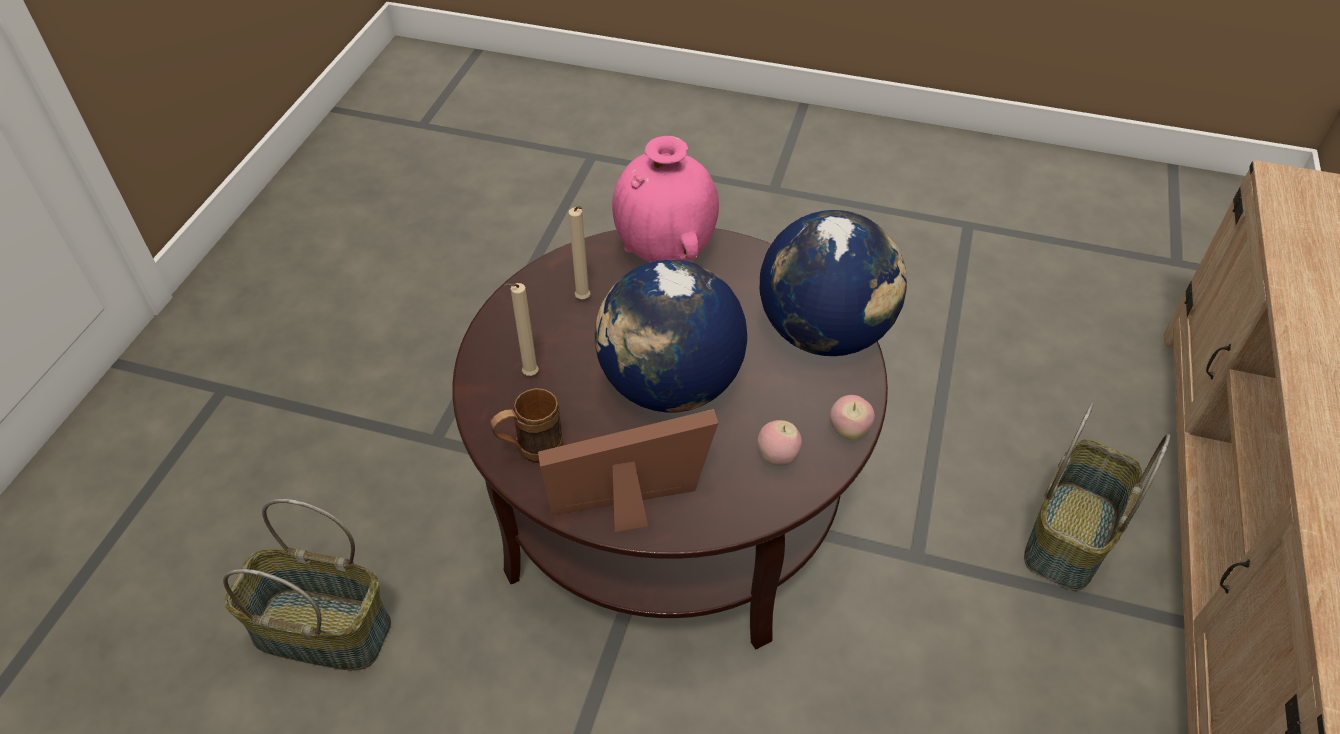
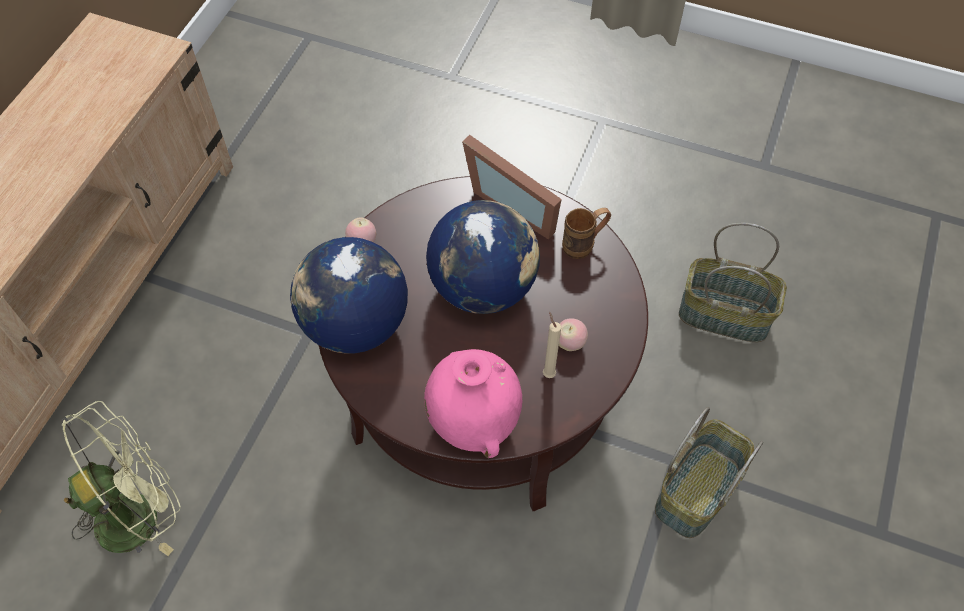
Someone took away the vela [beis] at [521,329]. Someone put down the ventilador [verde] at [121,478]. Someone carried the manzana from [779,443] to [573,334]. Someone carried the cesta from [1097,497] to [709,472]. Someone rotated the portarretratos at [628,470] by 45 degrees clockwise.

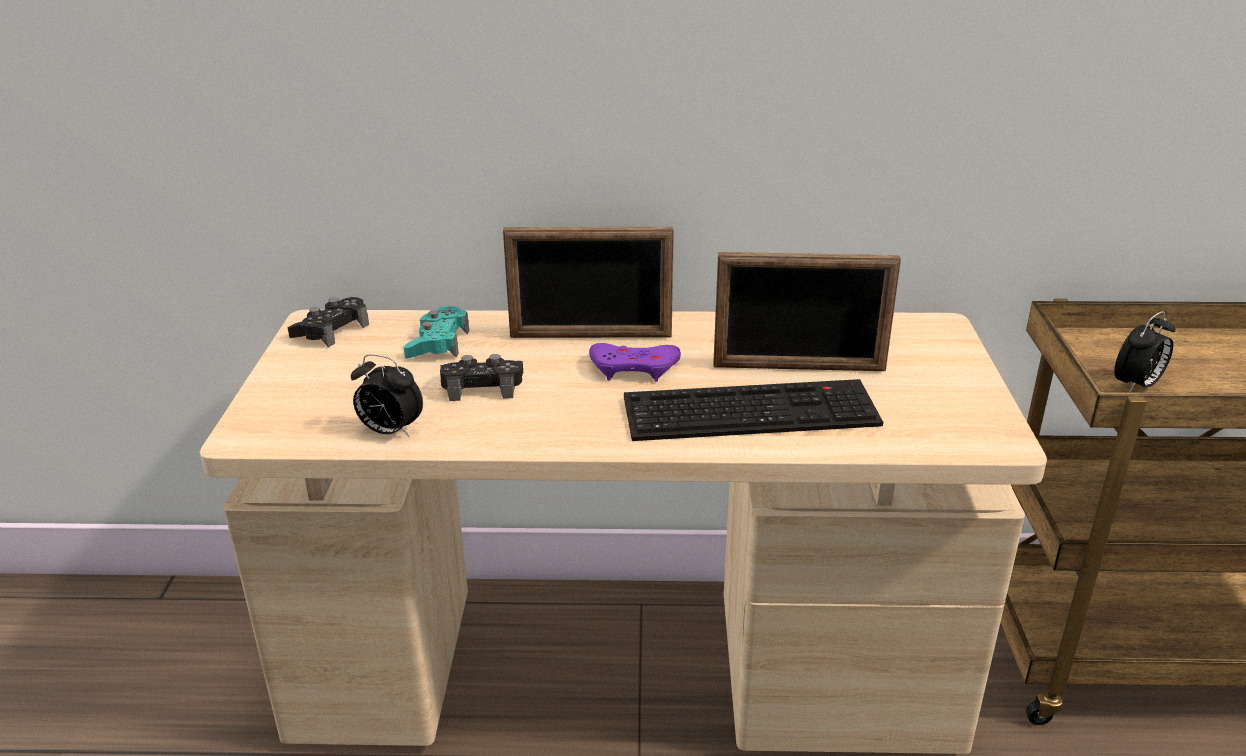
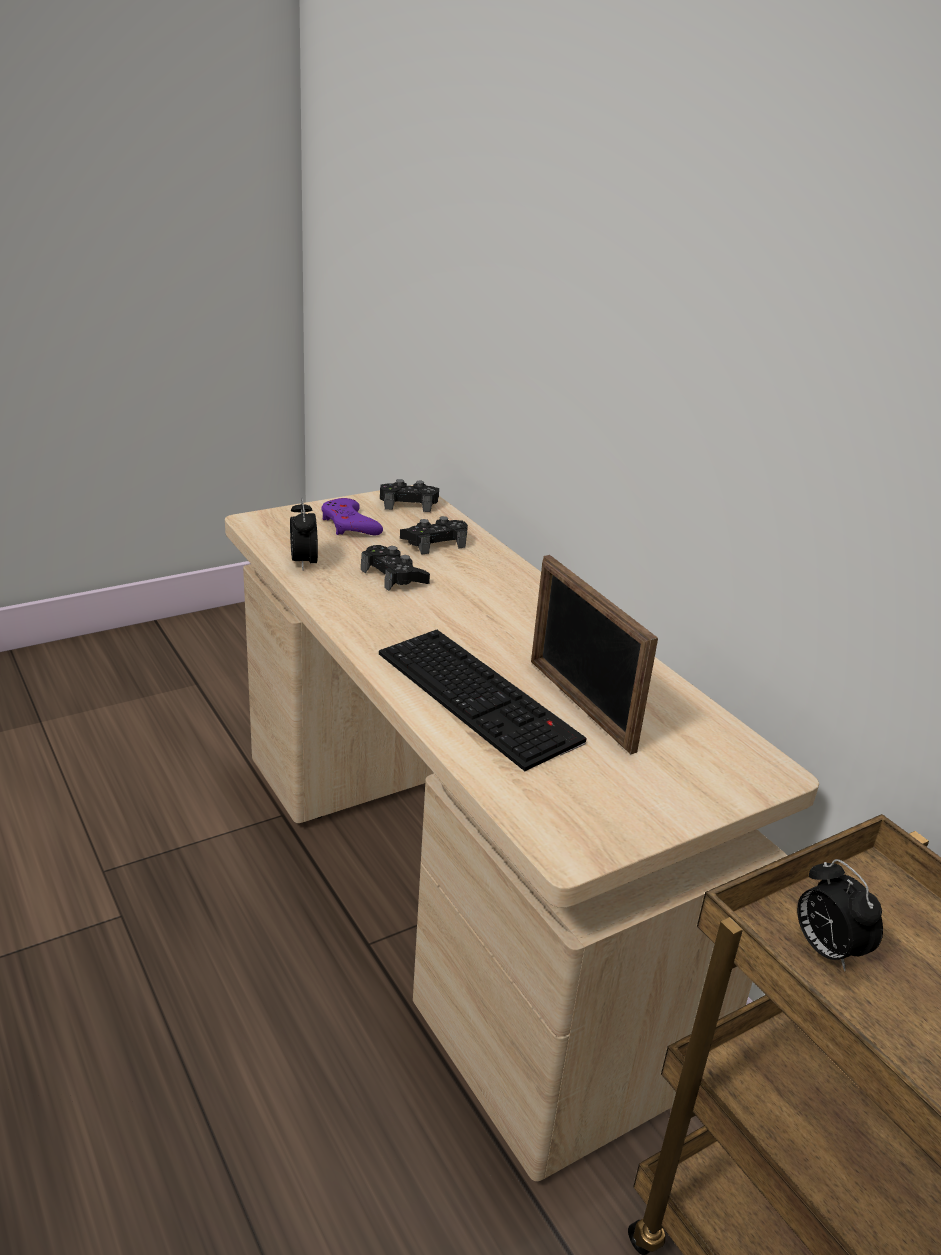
Someone took away the portarretratos at [588,282]. Someone carried the mando de consola [morado] from [635,362] to [352,517]. Someone repainted the mando de consola [turquesa] at [436,332], which became the mando de consola [negro] at [434,535]. Someone rotated the despertador at [1144,351] by 45 degrees clockwise.

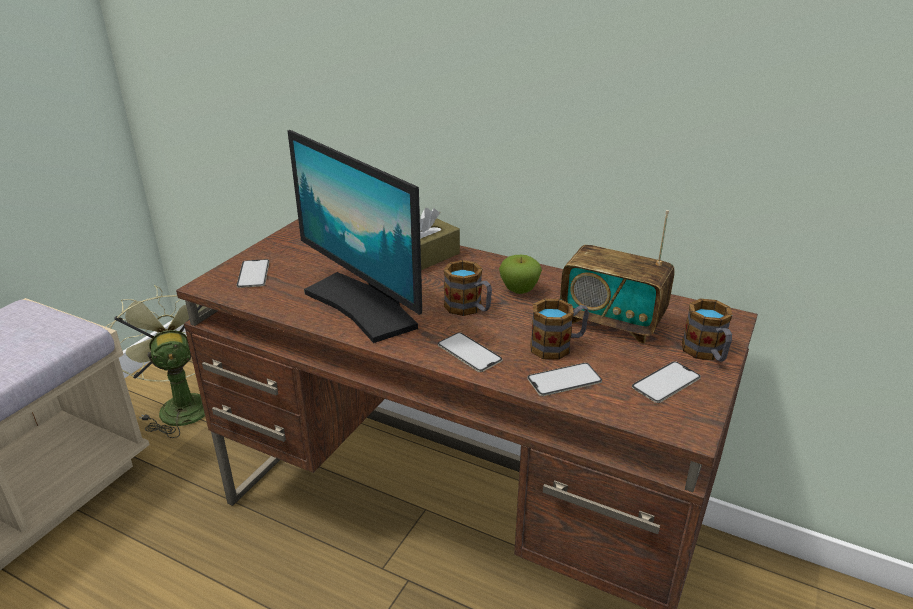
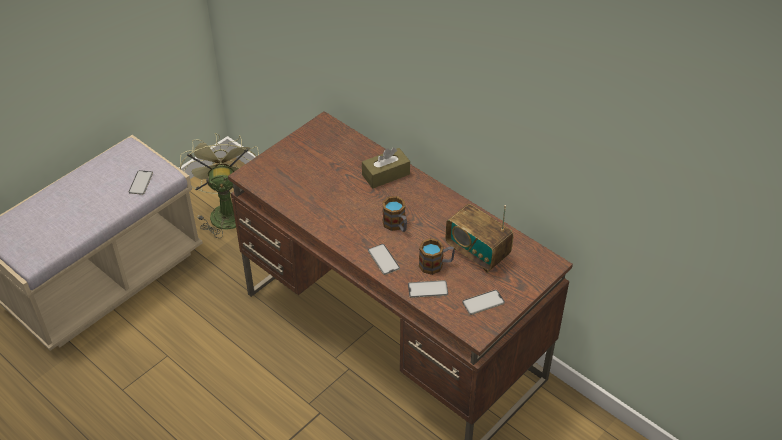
Someone took away the monitor at [354,236]. Someone took away the manzana at [520,274]. Someone took away the taza grande at [707,330]. Someone carried the móvil from [253,273] to [140,182].

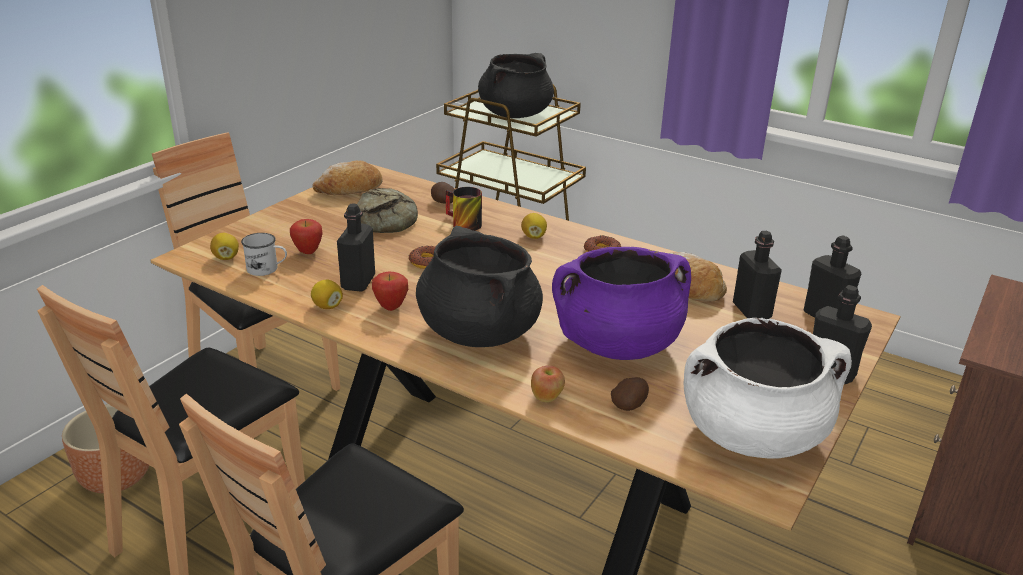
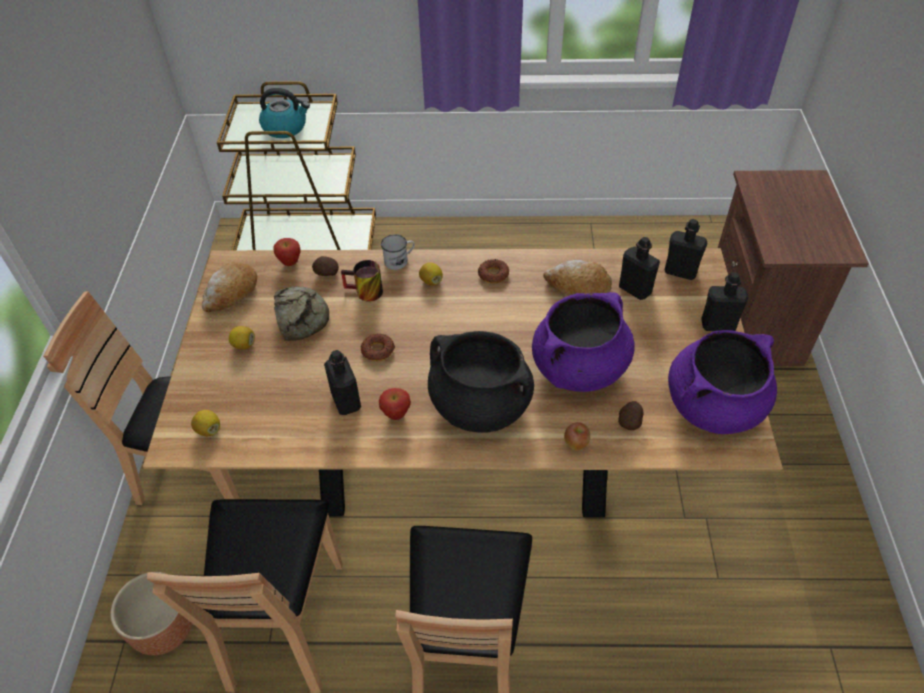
Someone carried the taza grande [blanco] from [264,254] to [398,252]. Someone carried the manzana from [306,236] to [286,252]. Someone carried the limón from [327,294] to [242,338]. Someone swapped the olla [negro] at [516,85] for the hervidor at [284,113]. Someone repainted the olla [blanco] at [768,388], which became the olla [morado] at [722,382].

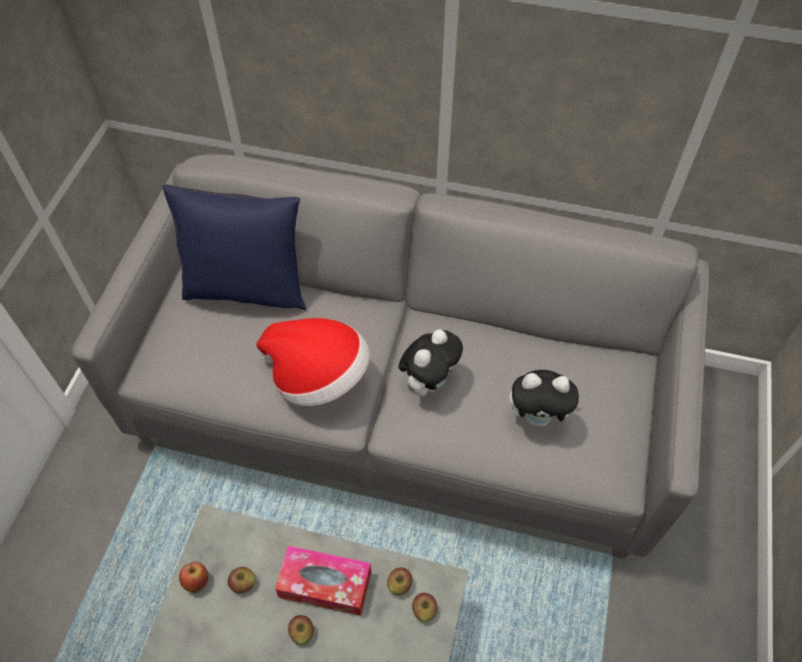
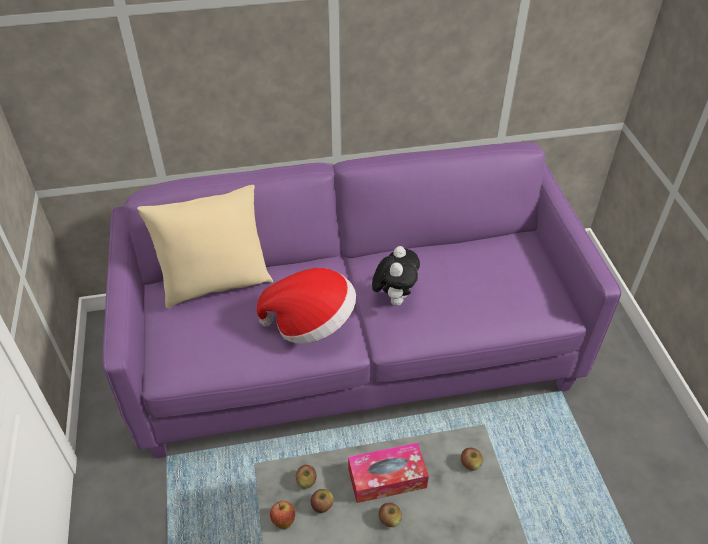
Someone took away the peluche at [546,398]. Someone carried the manzana from [399,581] to [306,477]. Someone repainted the sofá [gris] at [390,356], which became the sofá [morado] at [362,300]. Someone repainted the cojín [azul] at [234,247], which became the cojín [beis] at [205,247].

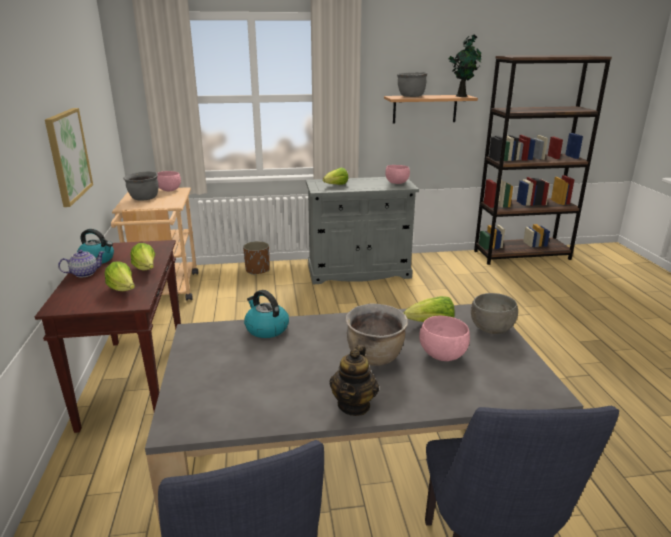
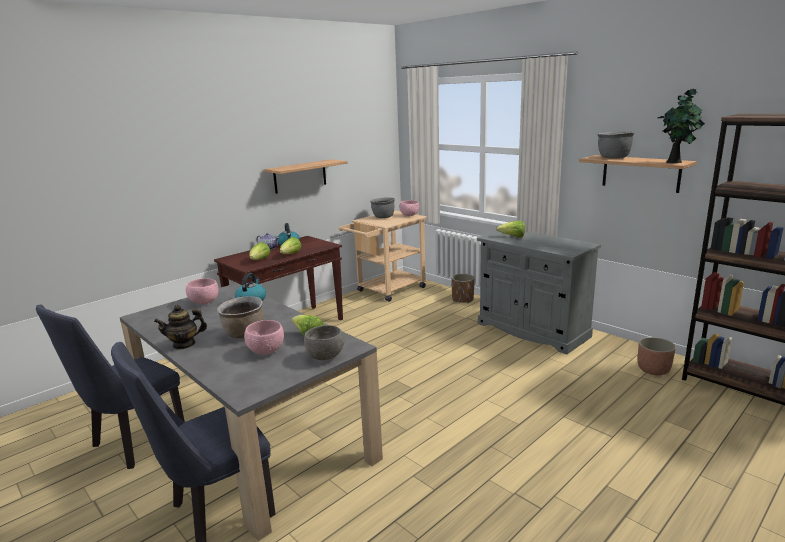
Someone put down the maceta at [657,356]. Someone carried the cuenco [rosa] from [397,174] to [202,291]. Someone swapped the cuadro at [69,157] for the estante at [306,176].

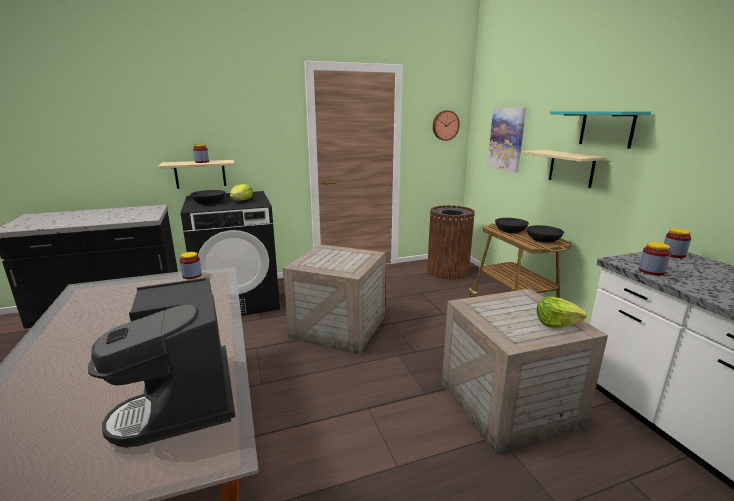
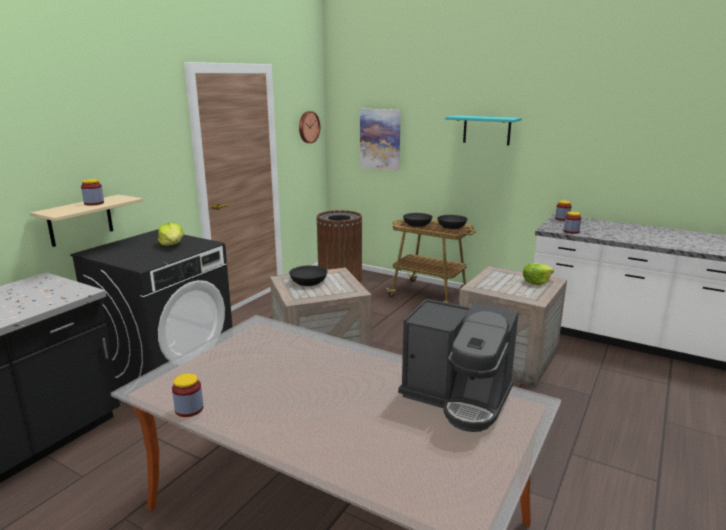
Someone took away the estante [beis] at [564,169]. Someone carried the tarro from [191,265] to [187,395]. Someone carried the cuenco [negro] from [207,197] to [308,275].

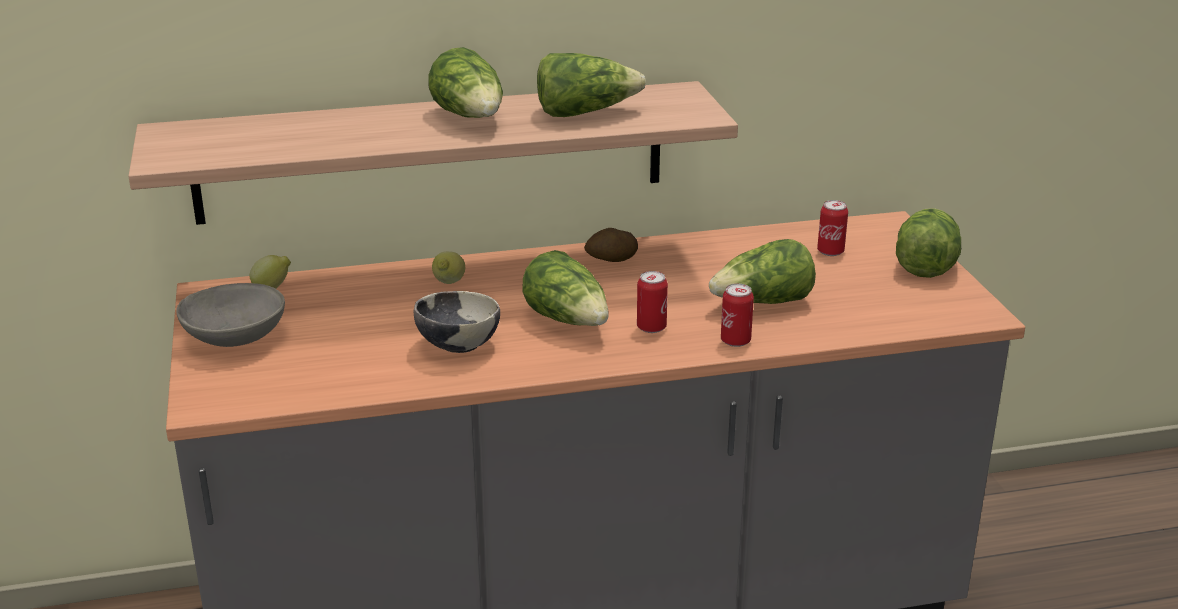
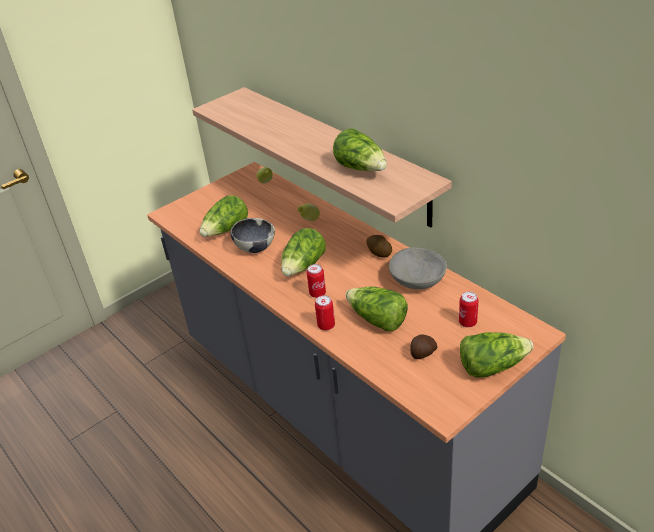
Someone put down the patata at [423,346]. Someone carried the cuenco [gris] from [230,315] to [418,268]. Someone carried the lechuga from [465,82] to [224,216].

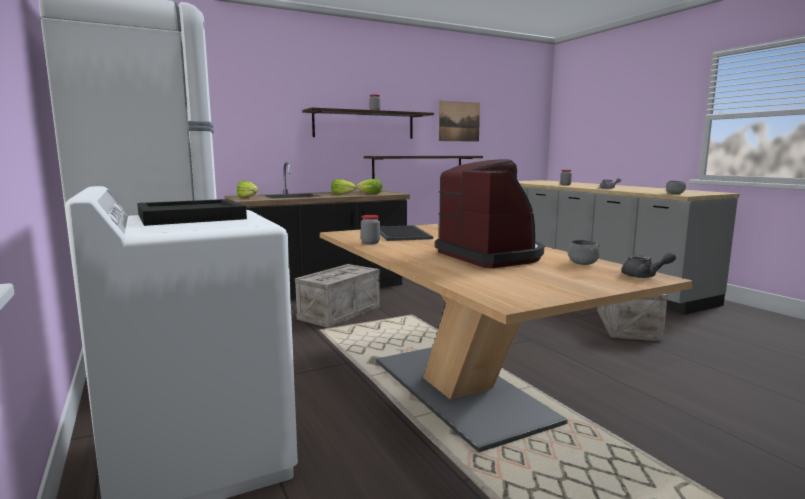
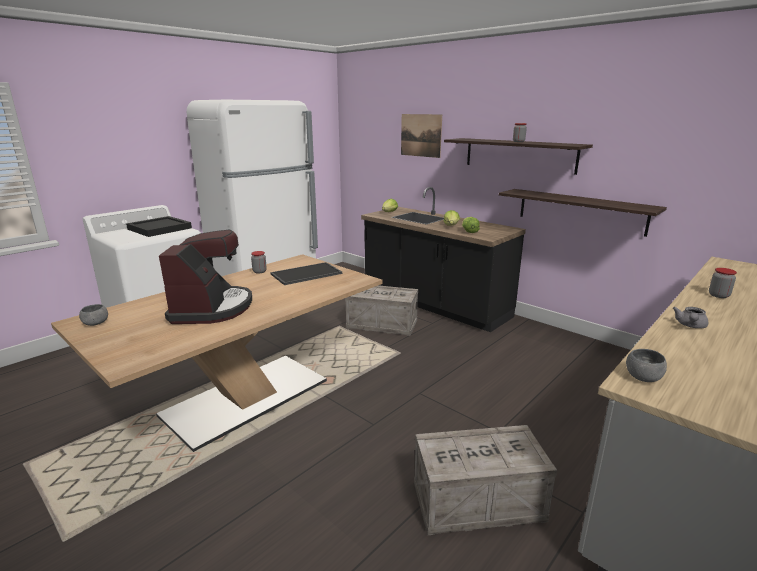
Someone took away the tetera [gris] at [648,265]. Someone carried the cuadro from [459,121] to [421,136]. Someone carried the cuenco [gris] from [583,252] to [93,315]. Someone rotated the cafetera at [489,213] by 45 degrees counterclockwise.

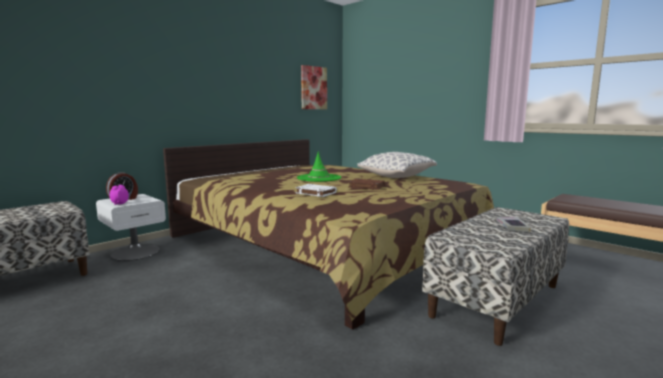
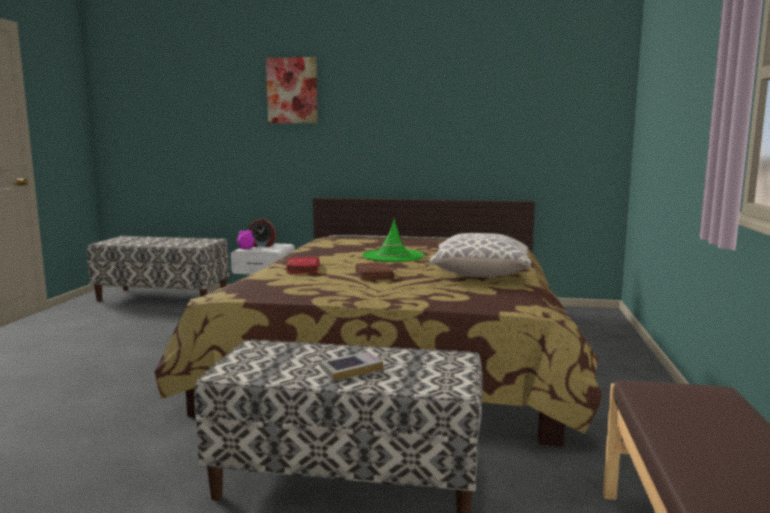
Someone carried the cuadro from [314,87] to [292,90]. Someone repainted the libro [blanco] at [316,190], which became the libro [rojo] at [303,265].

